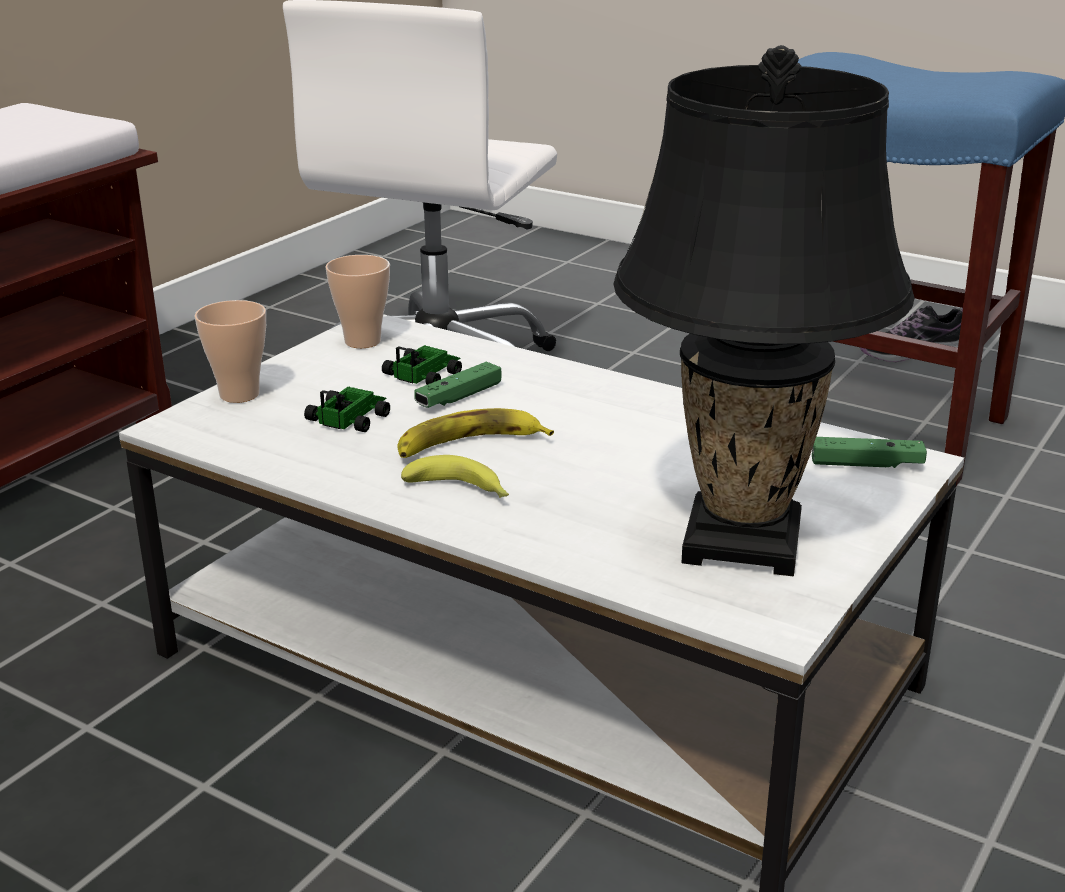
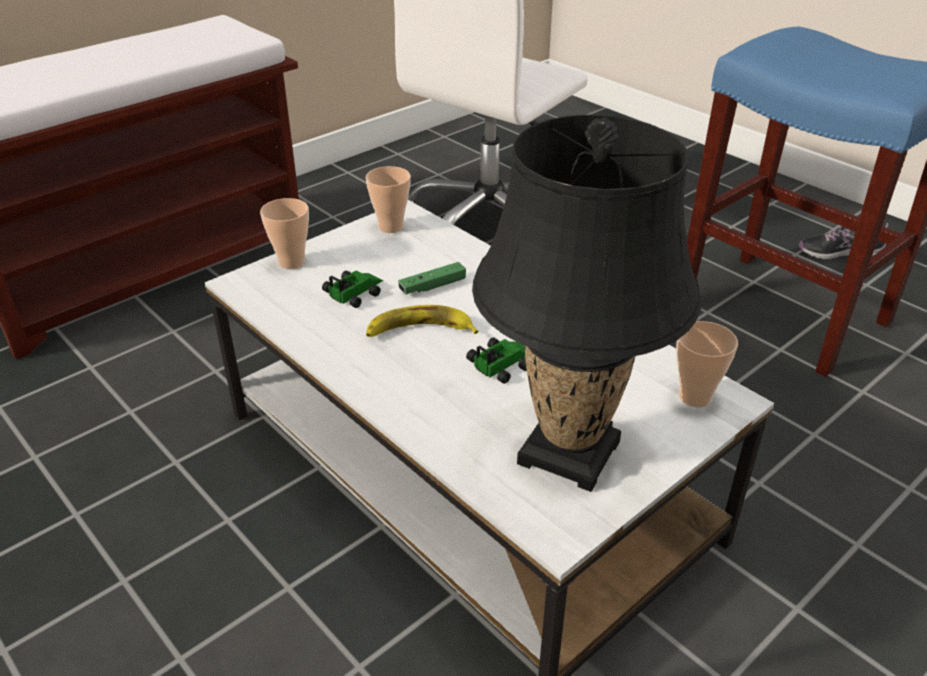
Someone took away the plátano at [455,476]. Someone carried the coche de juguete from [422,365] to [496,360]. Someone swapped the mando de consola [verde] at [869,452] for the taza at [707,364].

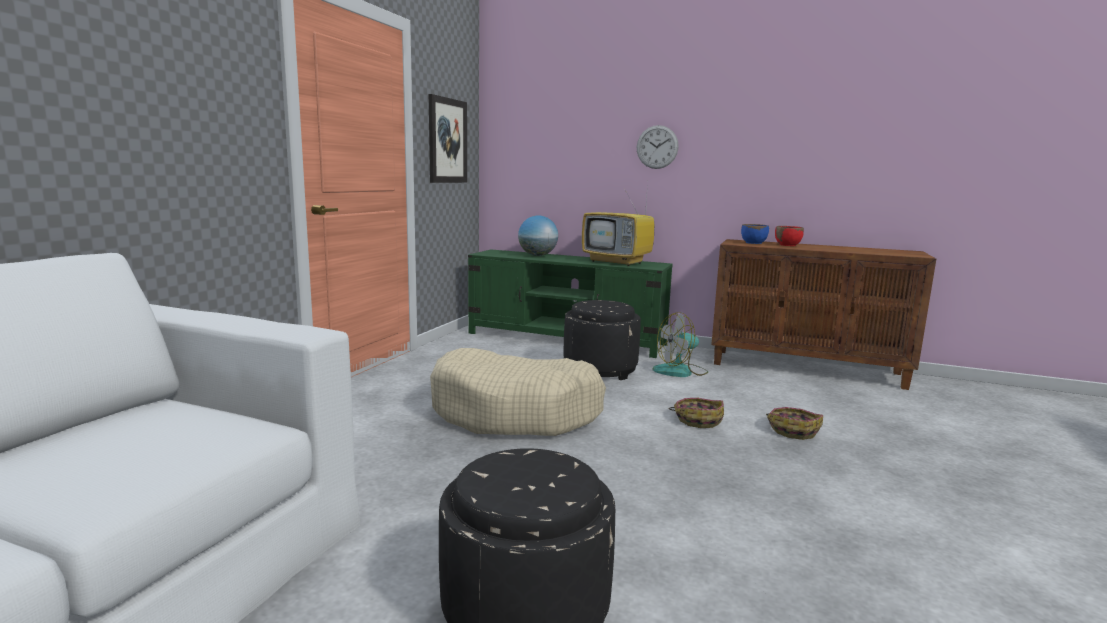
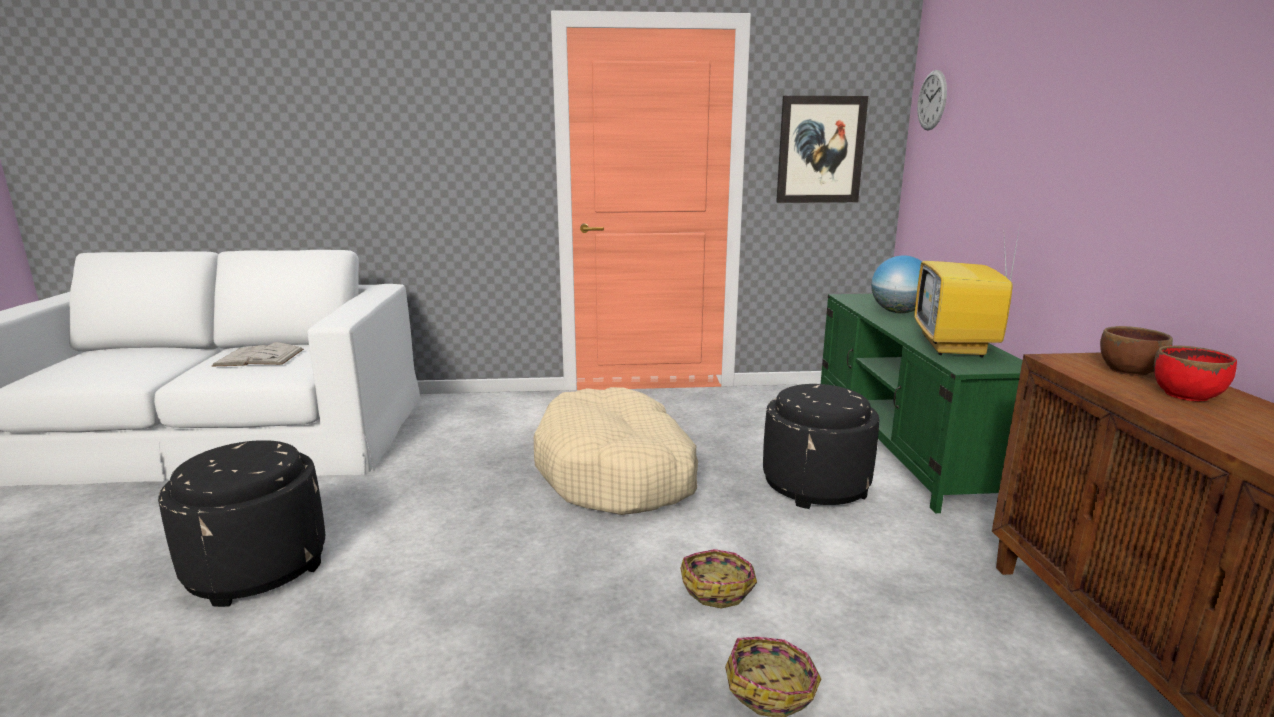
Someone took away the ventilador at [680,344]. Someone put down the libro [blanco] at [257,354]. Someone carried the reloj de pared from [658,147] to [932,100]. Someone repainted the cuenco [azul] at [755,234], which became the cuenco [marrón] at [1136,351].

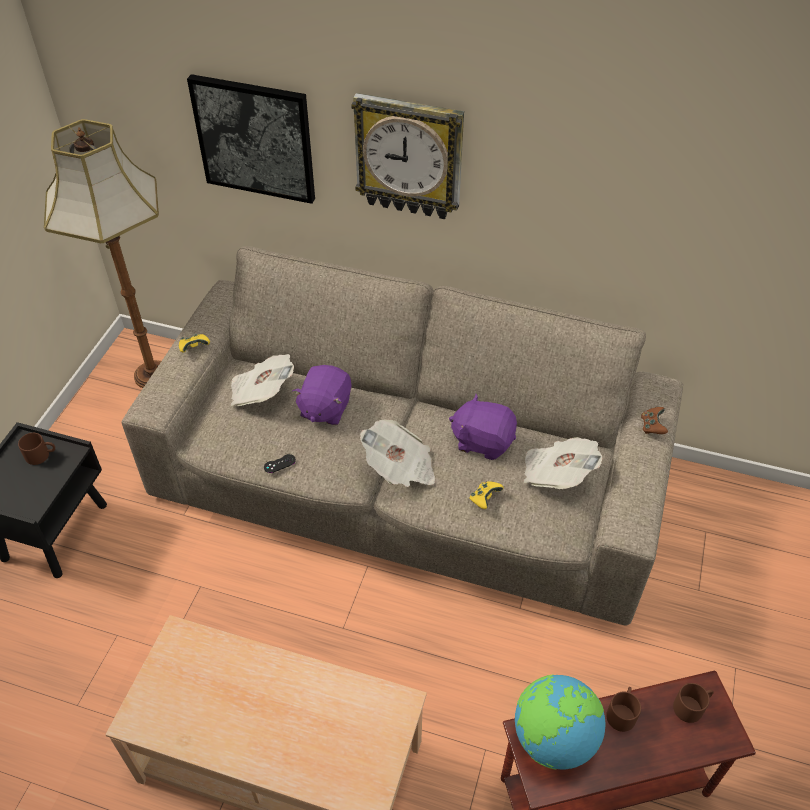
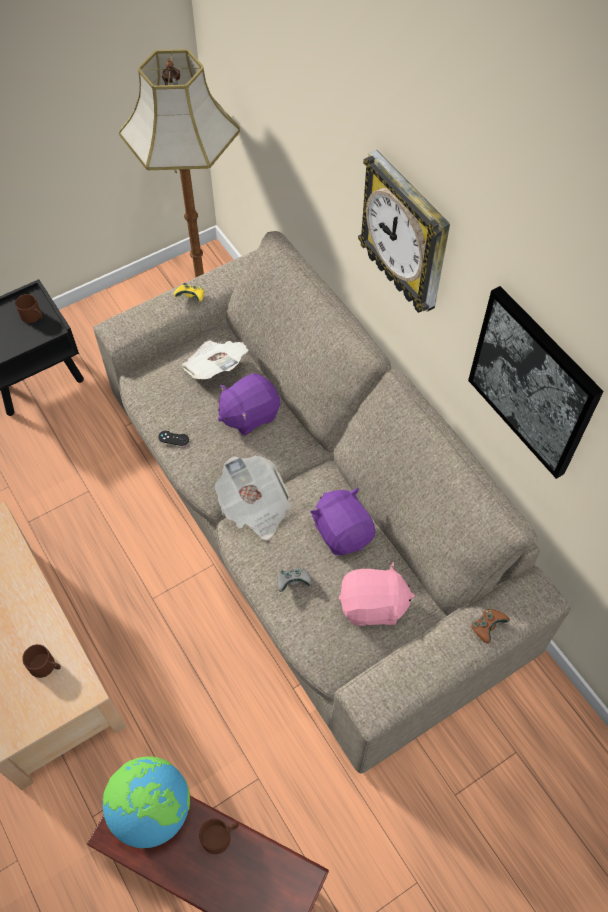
Someone carried the cuadro from [251,139] to [536,382]. Someone carried the taza grande [marrón] from [693,703] to [41,661]. Someone swapped the periódico at [562,463] for the peluche [rosa] at [377,594]. Someone repainted the mando de consola [amarillo] at [486,495], which became the mando de consola [gris] at [294,579].

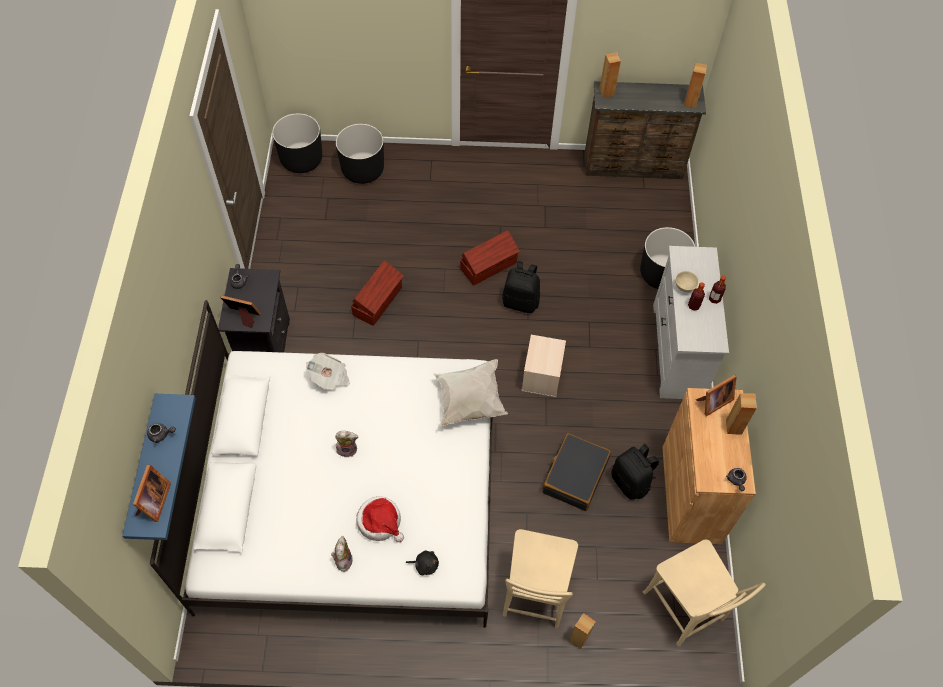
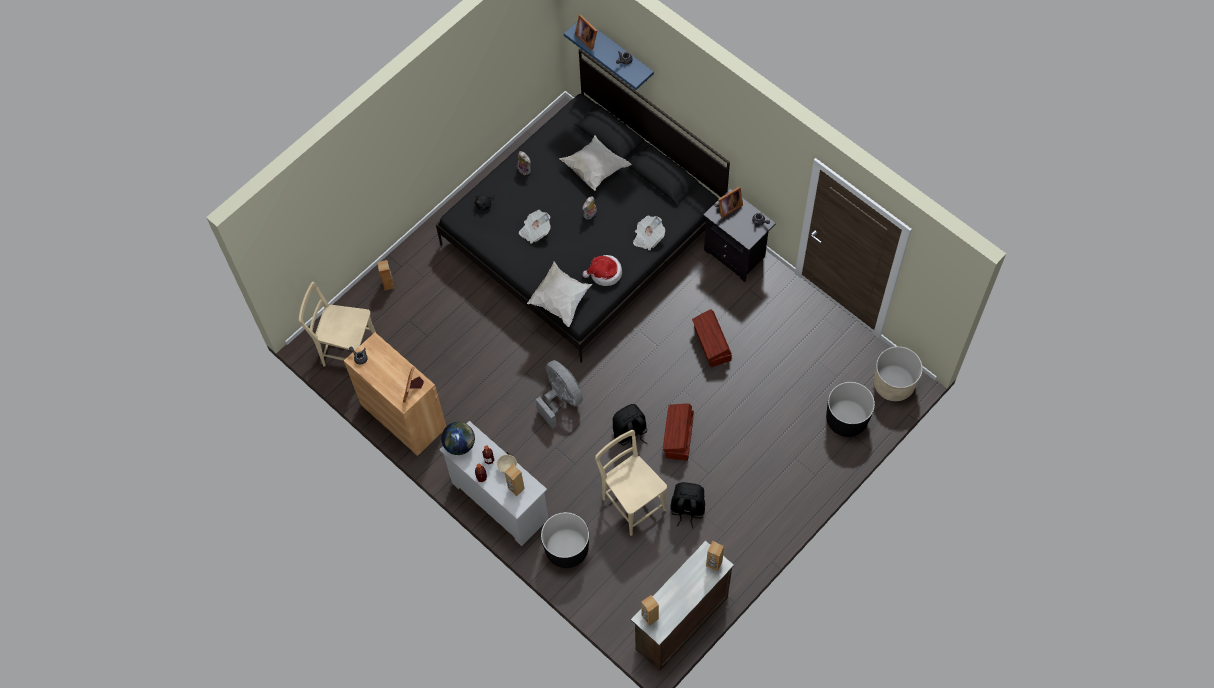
Someone took away the maleta [negro] at [576,472]. Someone put down the globo terráqueo at [458,438]. Someone put down the periódico at [535,227]. Someone put down the cojín [blanco] at [595,163]. Someone carried the sombrero from [380,519] to [602,270]. Someone carried the silla [beis] from [540,578] to [631,483]. Someone carried the mochila [negro] from [635,472] to [688,505]. Someone carried the altavoz [marrón] from [741,414] to [515,480]. Someone swapped the caja de almacenaje [beis] at [544,366] for the ventilador [gris] at [559,394]. Someone repainted the cama [blanco] at [321,464], which became the cama [negro] at [583,206]. Someone repainted the maceta [negro] at [297,143], which became the maceta [beis] at [898,373].

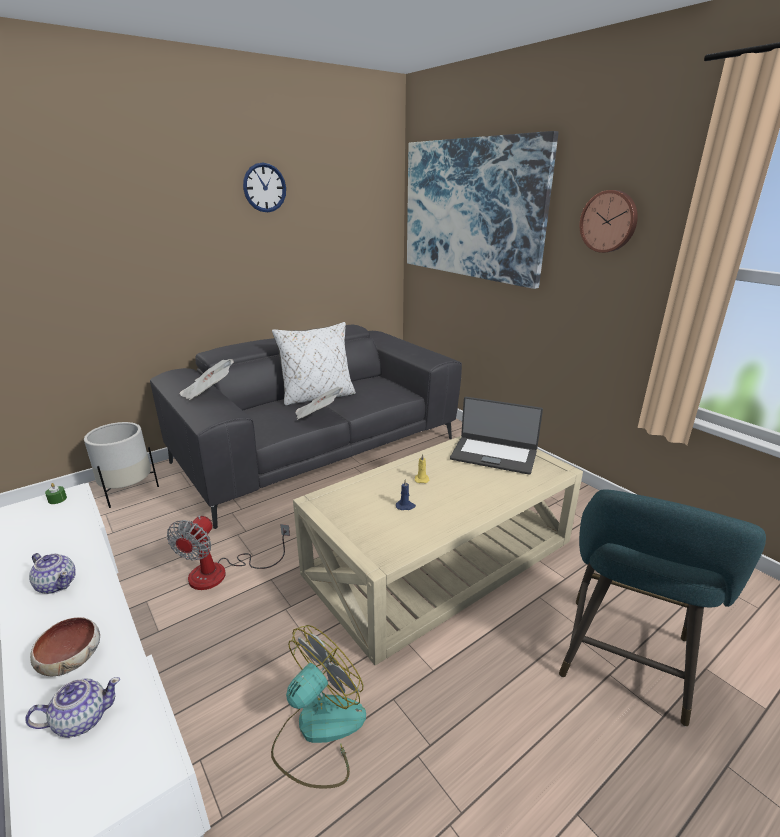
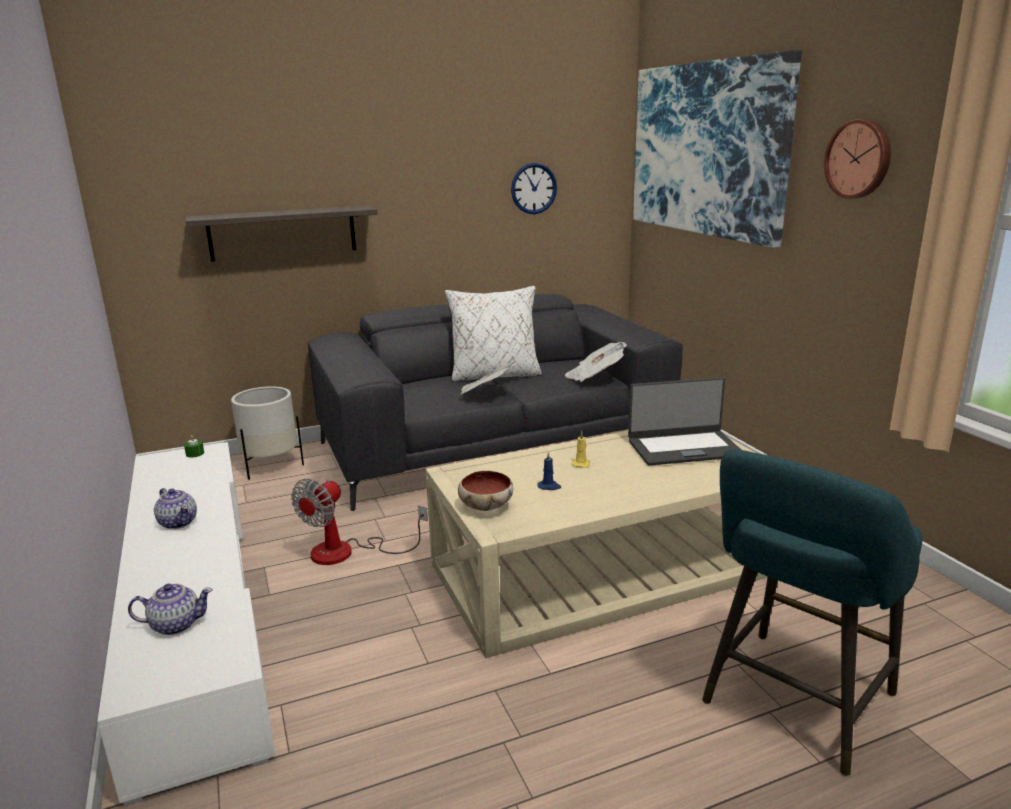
Someone took away the ventilador at [318,707]. Someone put up the estante at [281,233]. Someone carried the cuenco from [65,646] to [485,491]. Someone carried the periódico from [207,379] to [596,362]. Someone carried the reloj de pared from [264,187] to [534,188]. Someone rotated the portátil at [496,436] by 45 degrees counterclockwise.

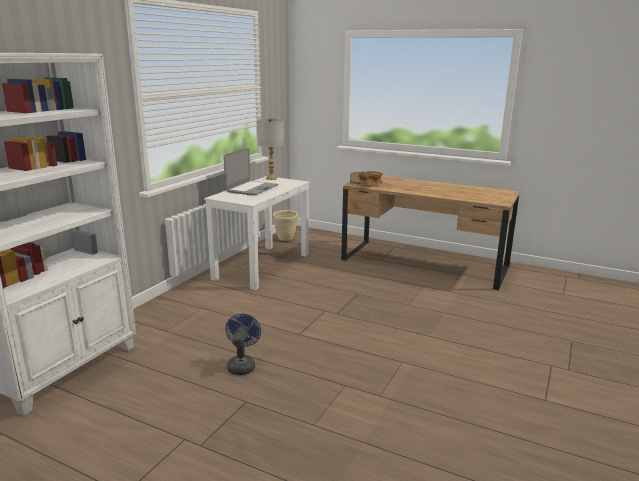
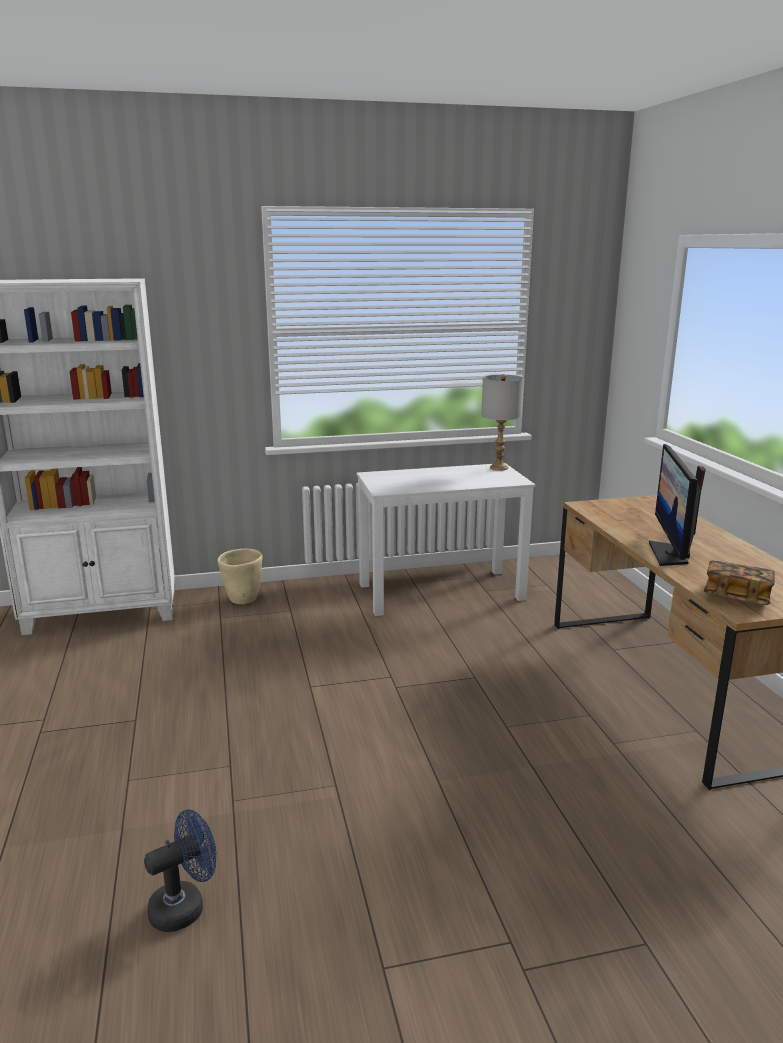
Someone took away the portátil at [251,171]. Someone put down the monitor at [677,505]. Someone carried the ventilador [azul] from [243,344] to [180,870]. Someone carried the maceta [beis] from [285,225] to [240,576]. Someone carried the libro from [366,177] to [739,583].

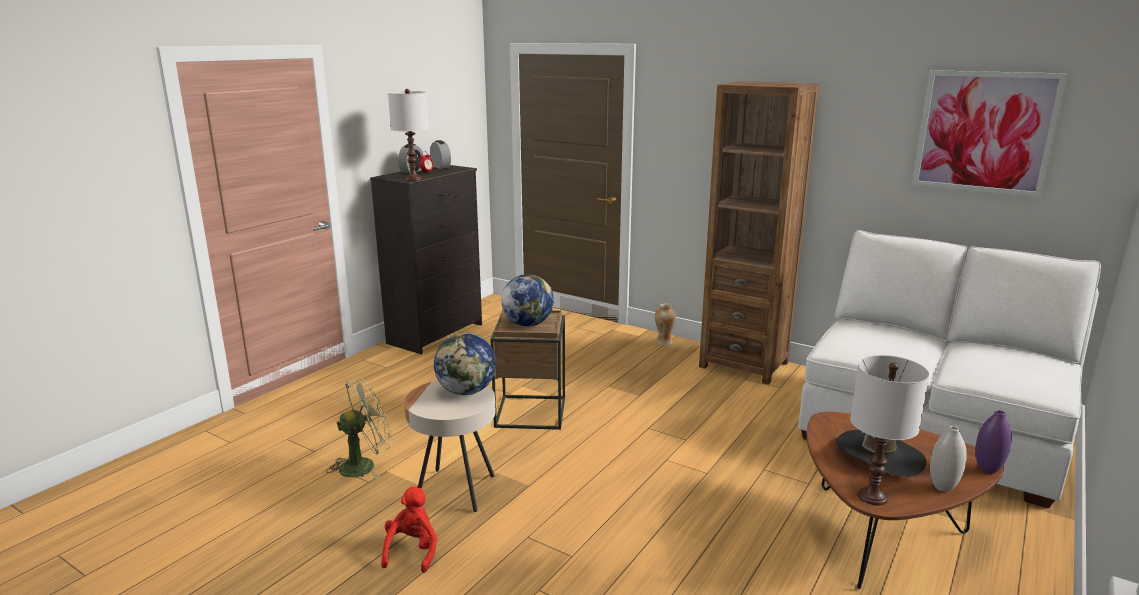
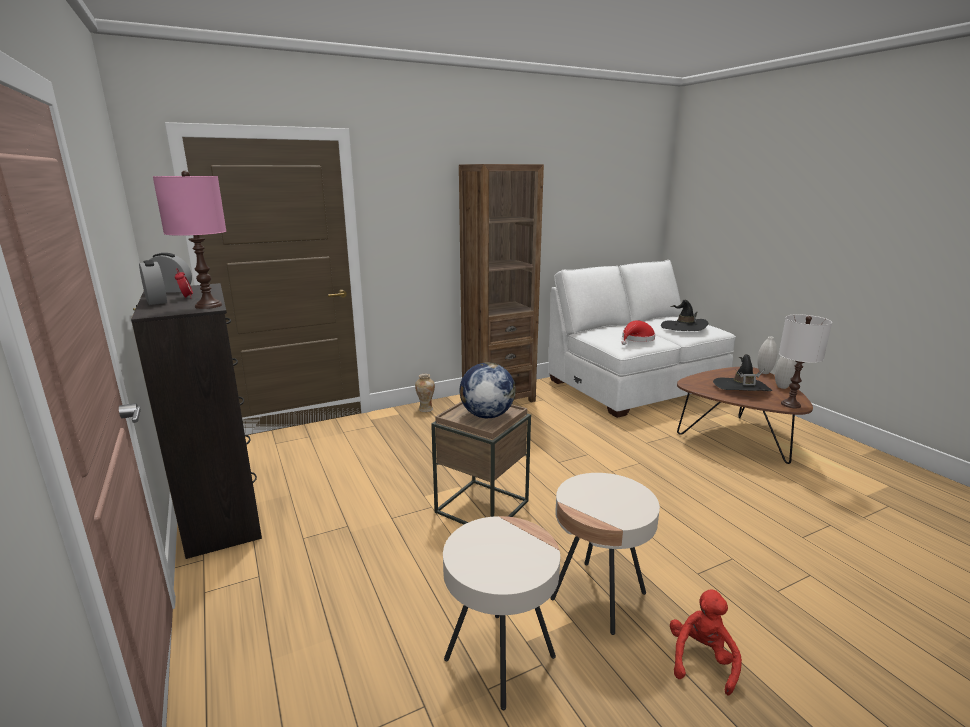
Someone took away the globo terráqueo at [465,364]. Someone took away the cuadro at [989,133]. Someone put down the sombrero [rojo] at [638,332]. Someone put down the sombrero [negro] at [684,315]. Someone swapped the ventilador [verde] at [359,428] for the mesa auxiliar [beis] at [501,613]. Someone repainted the lámpara de mesa [blanco] at [408,135], which became the lámpara de mesa [rosa] at [189,240]. Someone repainted the florero [morado] at [993,442], which became the florero [blanco] at [767,355]. Someone rotated the peluche [rojo] at [409,529] by 75 degrees clockwise.

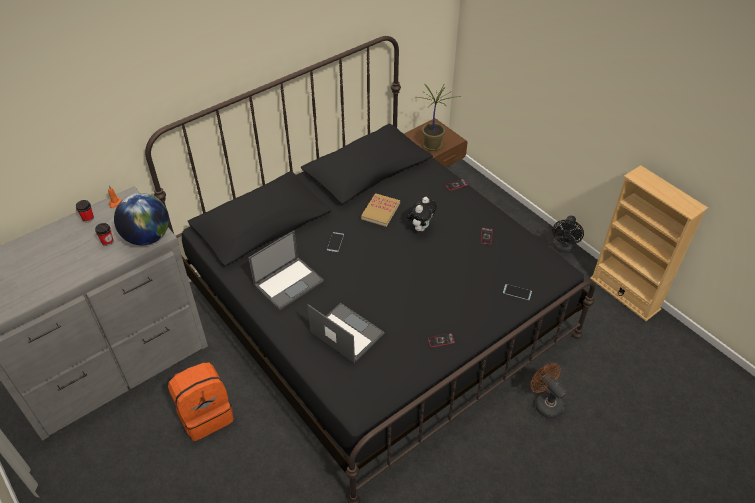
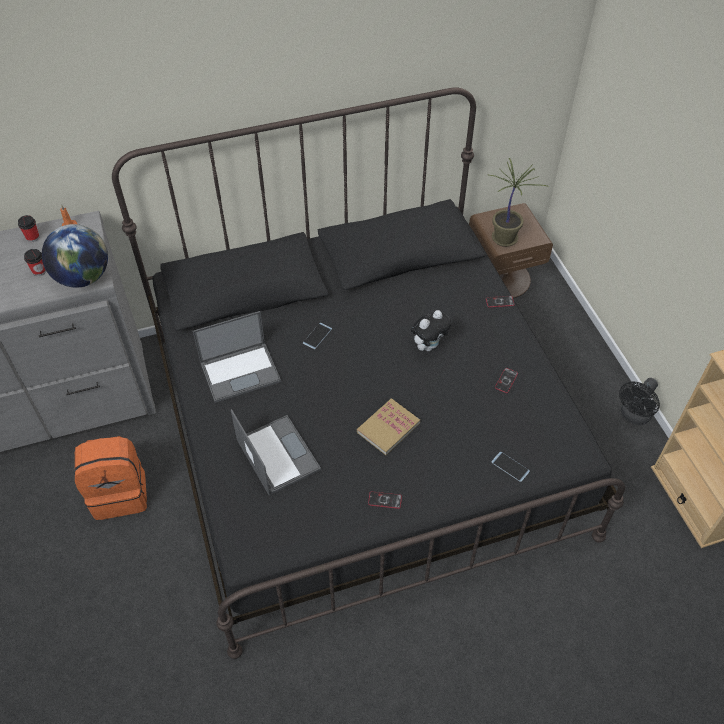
Someone took away the ventilador [marrón] at [548,391]. Someone carried the libro from [380,210] to [388,427].

